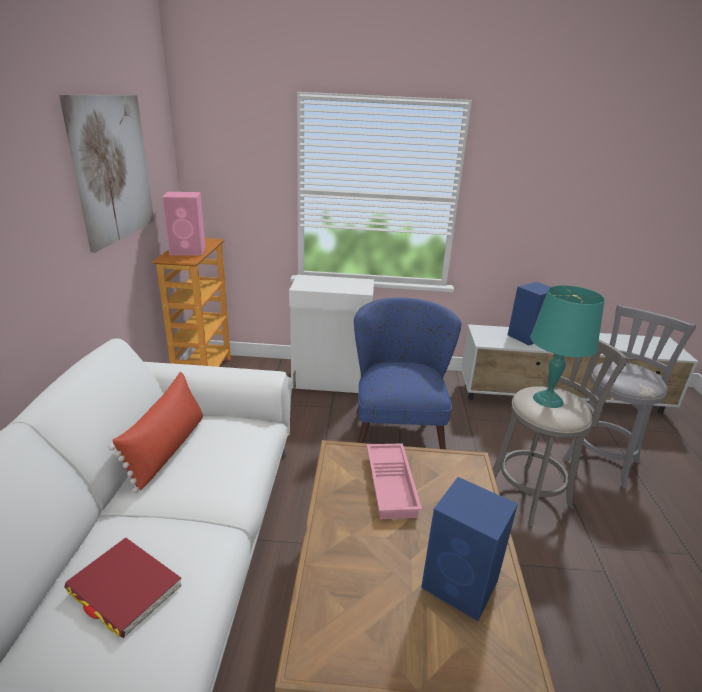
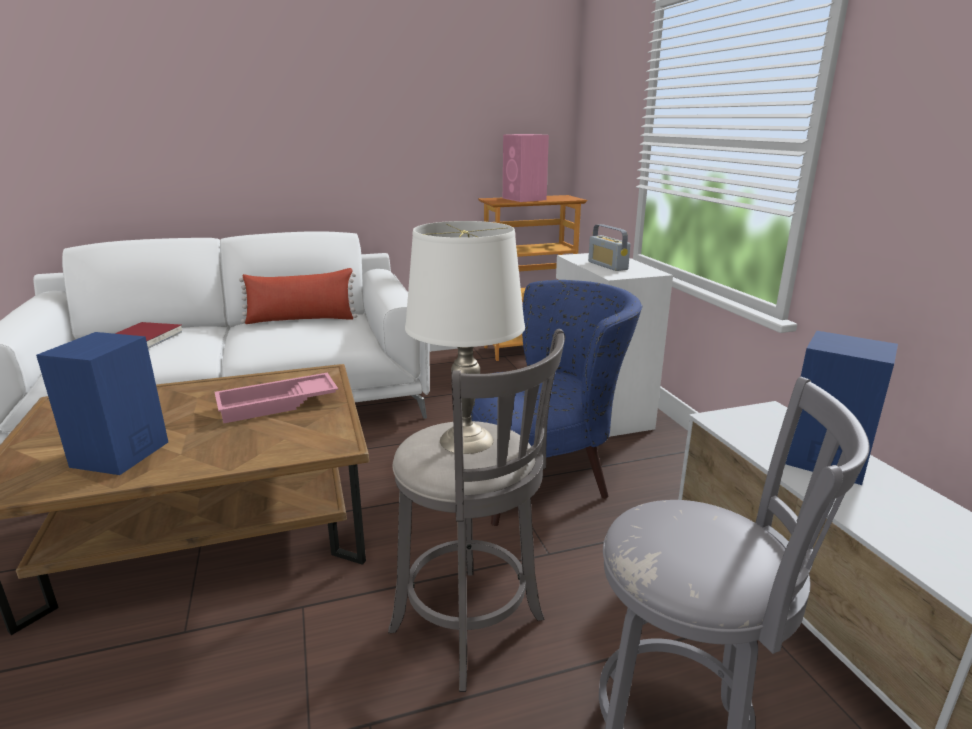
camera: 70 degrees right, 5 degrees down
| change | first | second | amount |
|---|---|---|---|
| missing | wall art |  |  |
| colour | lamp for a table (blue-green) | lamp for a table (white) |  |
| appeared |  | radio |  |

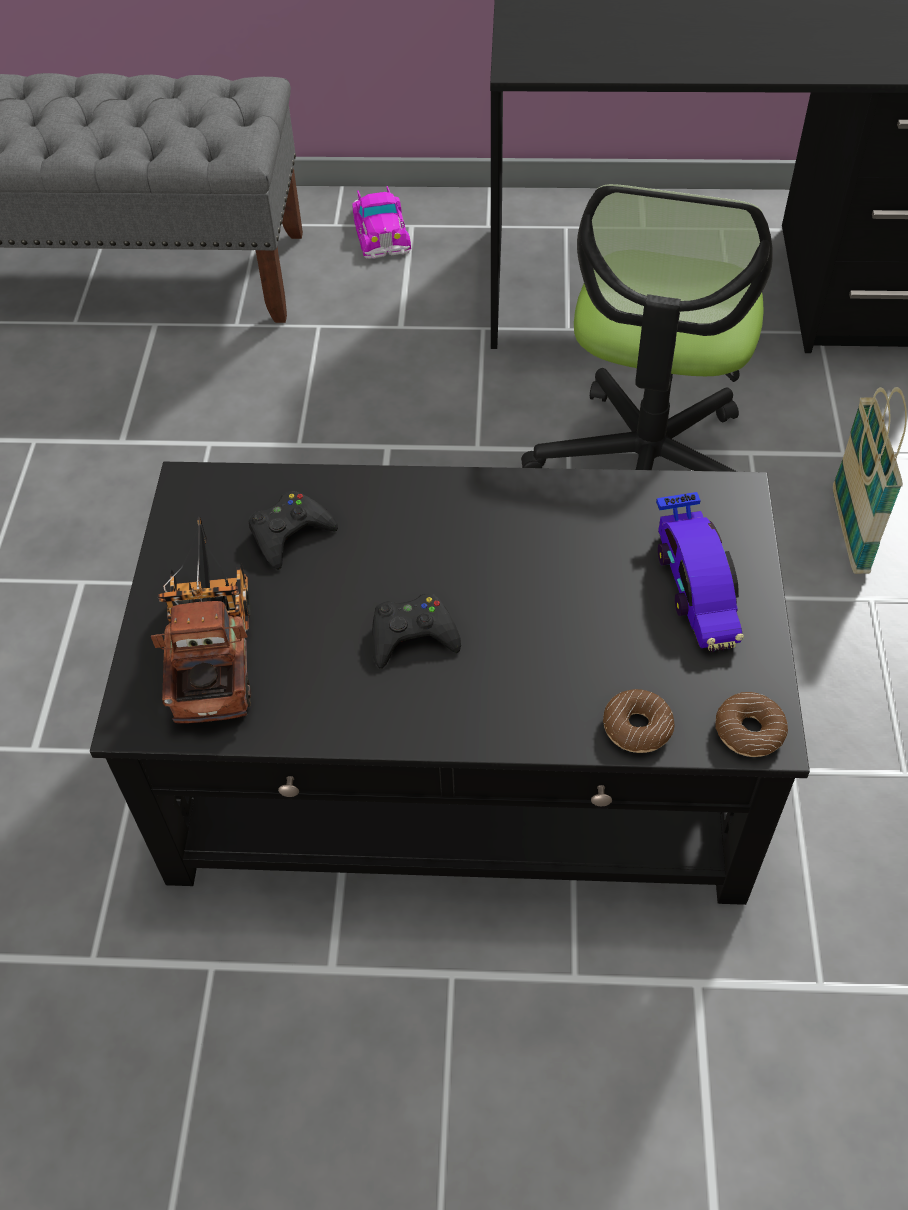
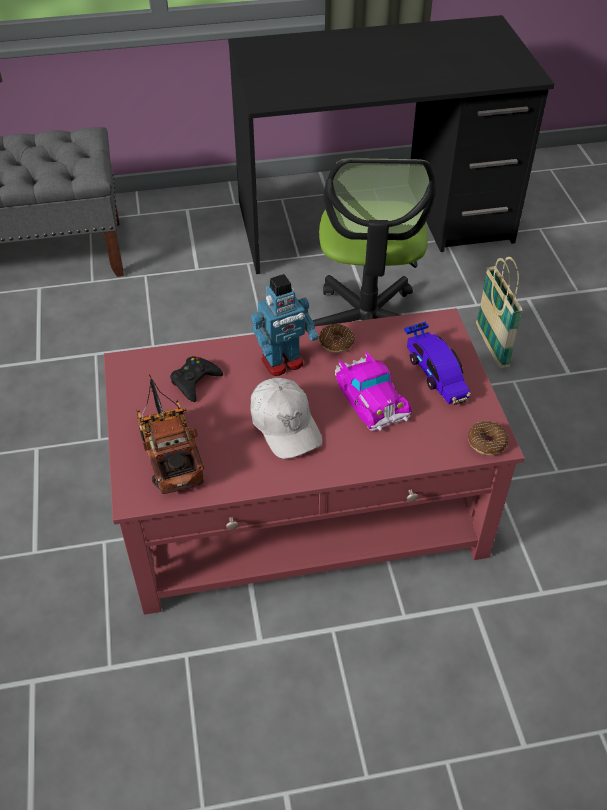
camera: 15 degrees left, 5 degrees down
| change | first | second | amount |
|---|---|---|---|
| colour | coffee table (black) | coffee table (red-coloured) |  |
| relocated | model car (no. 1 from left) |  |  |
| exchanged | joypad (black) (no. 2 from left) | baseball cap (white) |  |
| relocated | doughnut (no. 1 from left) |  |  |
| appeared |  | robot figure |  |

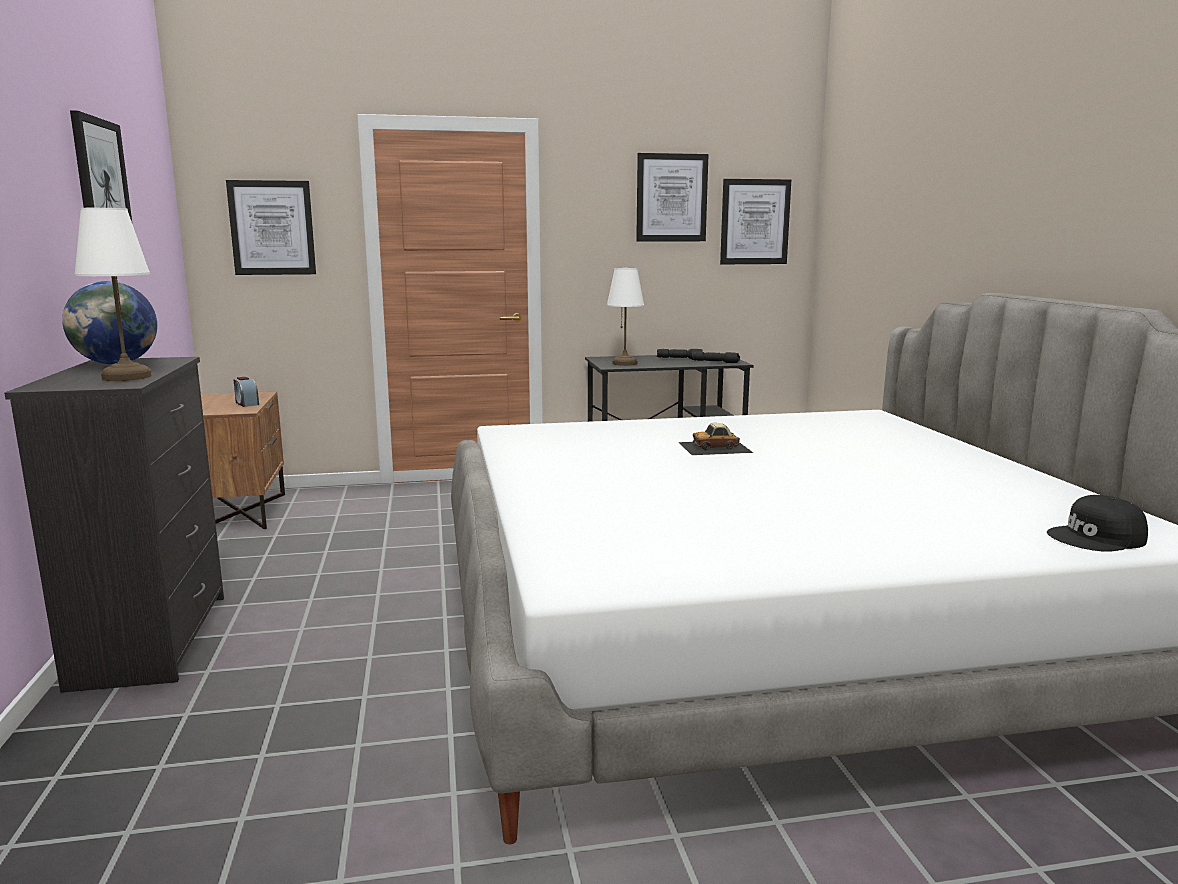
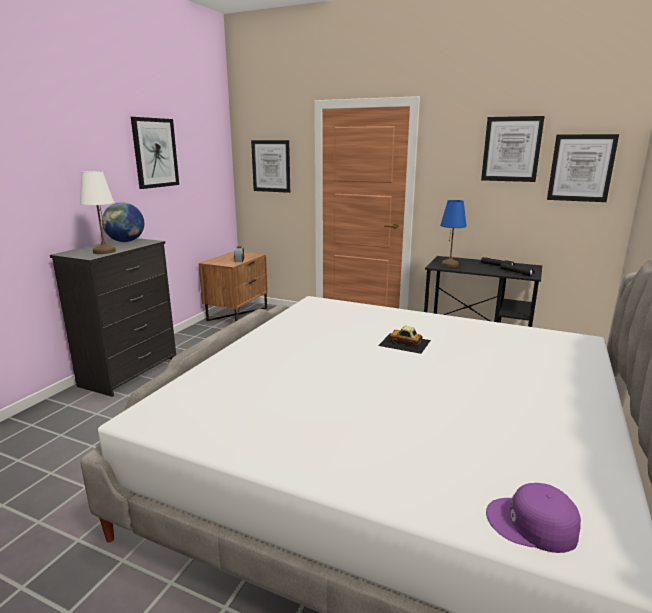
camera: 35 degrees right, 5 degrees up
| change | first | second | amount |
|---|---|---|---|
| colour | lamp for a table (white) (no. 2 from left) | lamp for a table (blue-coloured) |  |
| colour | baseball cap (black) | baseball cap (purple) |  |

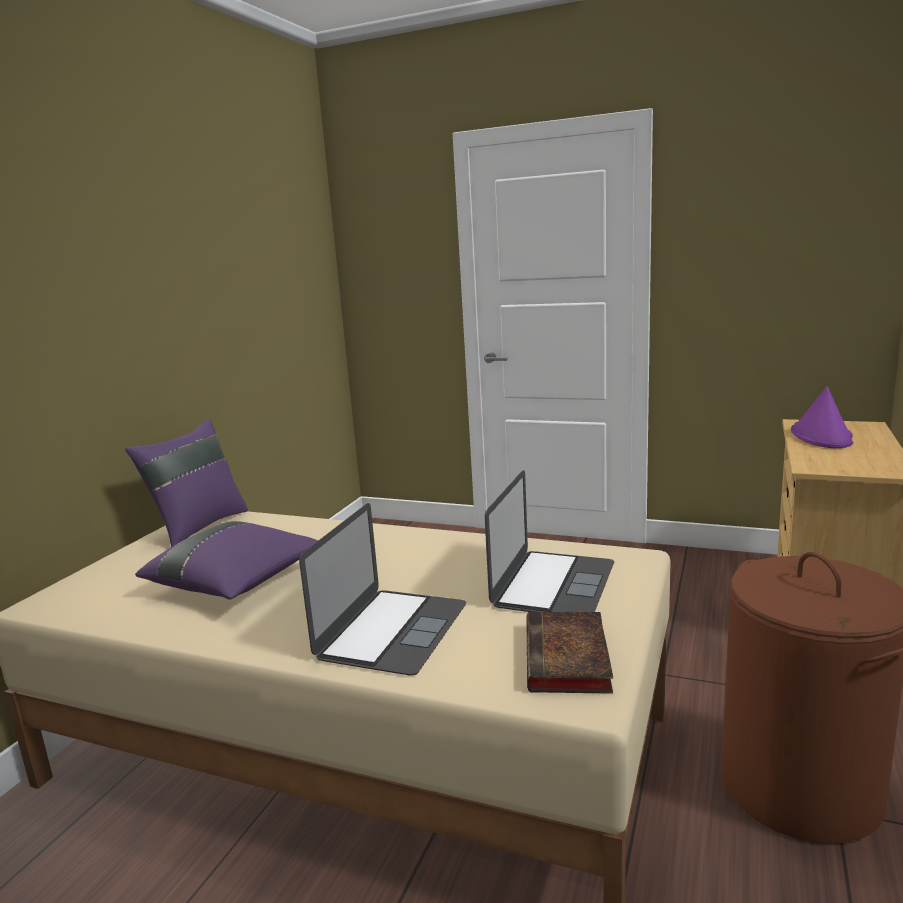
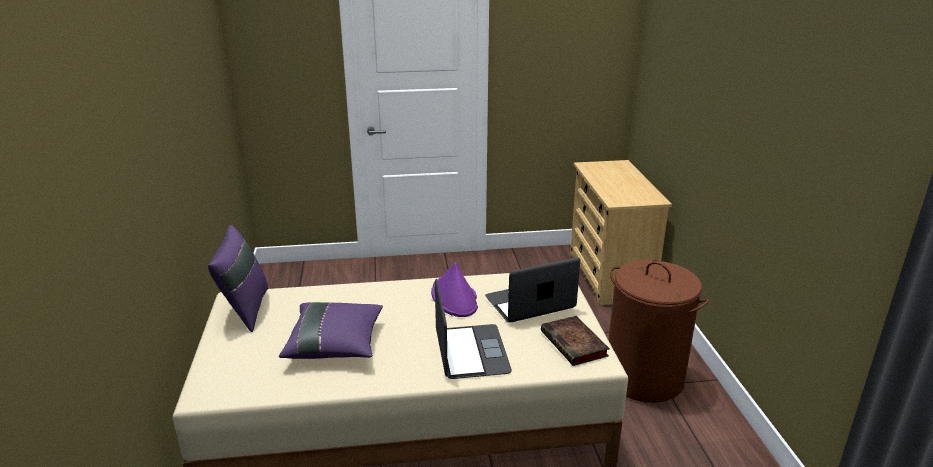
camera: 30 degrees left, 10 degrees up
| change | first | second | amount |
|---|---|---|---|
| spun | laptop (no. 2 from left) |  | 105 degrees counterclockwise |
| relocated | wearable hat (purple) |  |  |

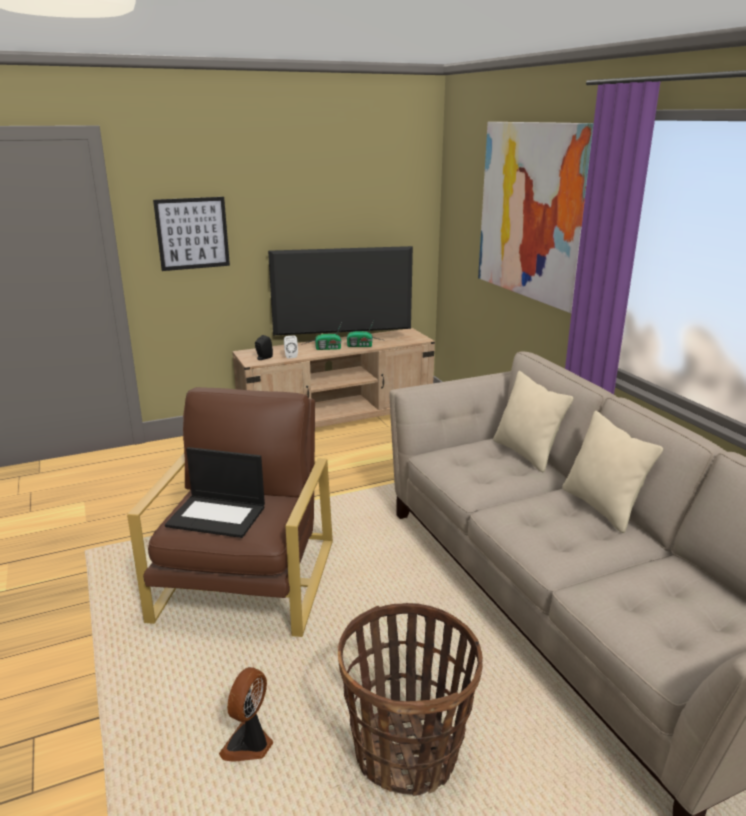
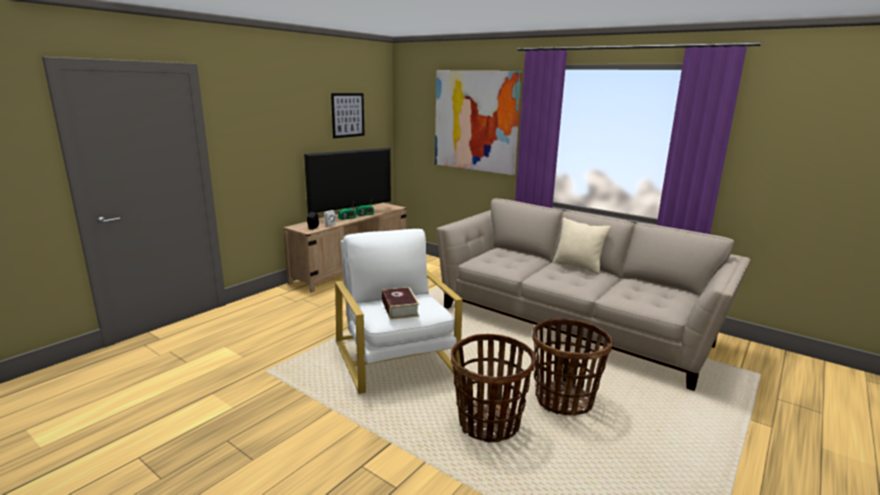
camera: 30 degrees left, 5 degrees down
| change | first | second | amount |
|---|---|---|---|
| colour | easy chair (brown-coloured) | easy chair (white) |  |
| relocated | wall art (no. 1 from left) |  |  |
| exchanged | laptop | volume |  |
| exchanged | electric fan | household basket (no. 1 from left) |  |
| missing | pillow (sand-coloured) (no. 1 from left) |  |  |

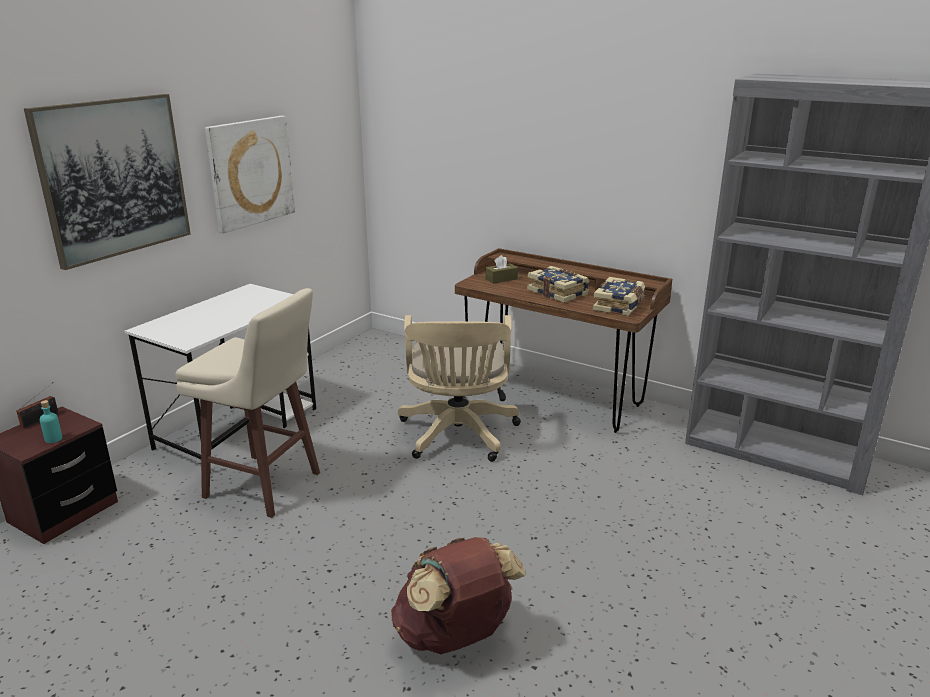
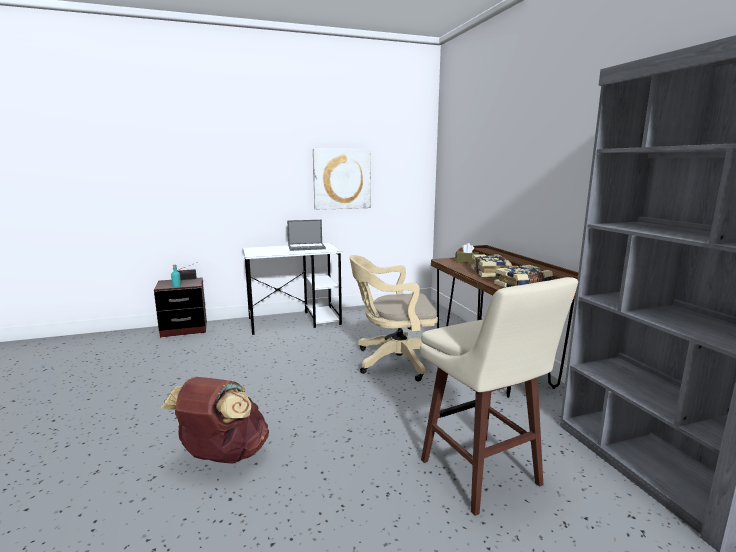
camera: 40 degrees right, 10 degrees down
| change | first | second | amount |
|---|---|---|---|
| missing | wall art (no. 1 from left) |  |  |
| relocated | stool seat (sand-coloured) |  |  |
| spun | computer chair (sand-coloured) |  | 45 degrees clockwise |
| appeared |  | laptop |  |

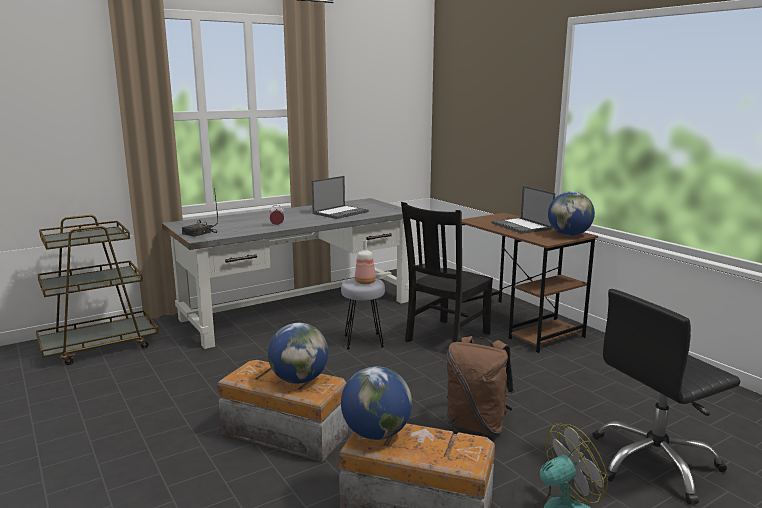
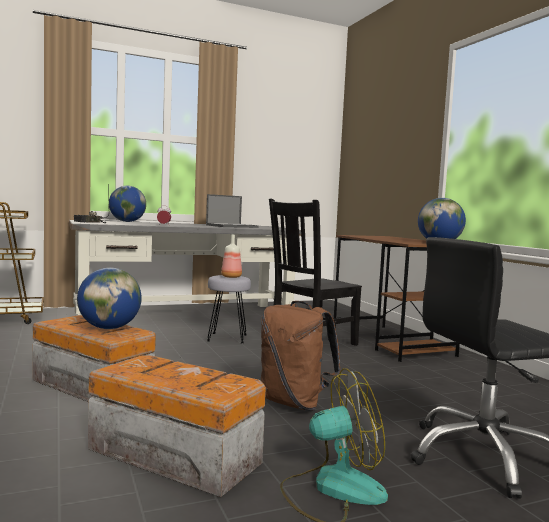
camera: 10 degrees right, 10 degrees down
| change | first | second | amount |
|---|---|---|---|
| relocated | globe (no. 2 from left) |  |  |
| missing | laptop (no. 2 from left) |  |  |

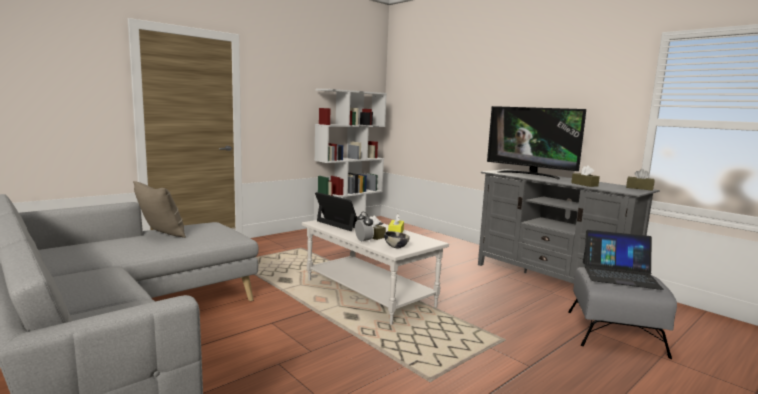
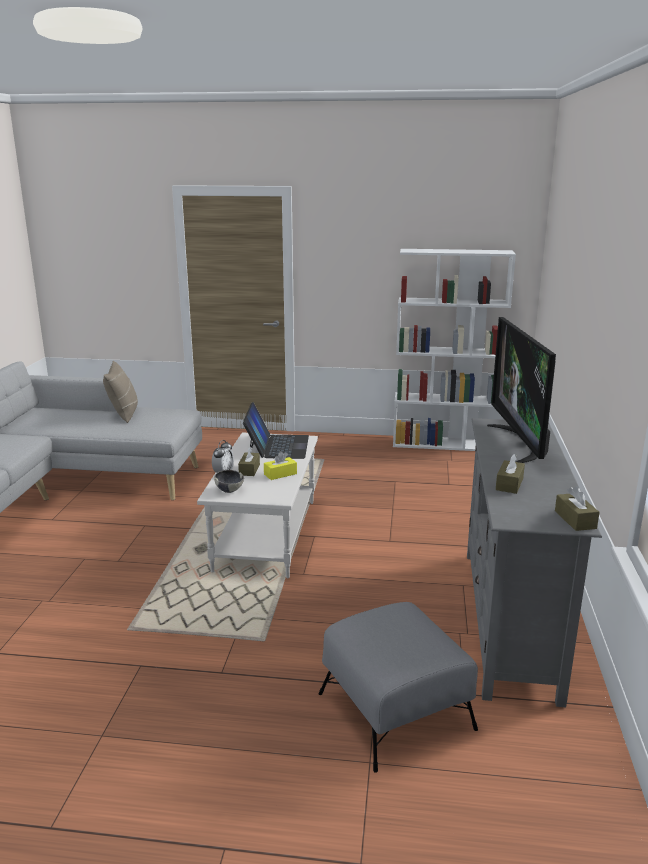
camera: 50 degrees right, 10 degrees up
| change | first | second | amount |
|---|---|---|---|
| missing | laptop (no. 2 from left) |  |  |

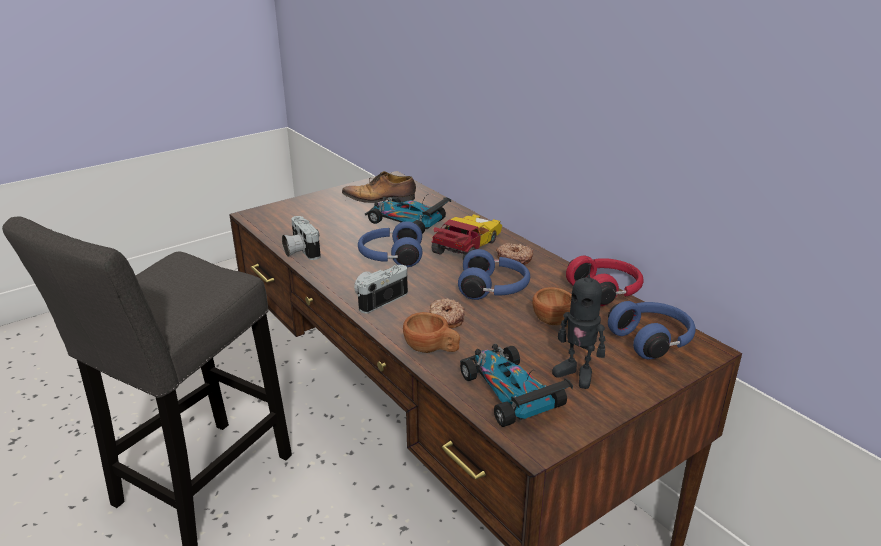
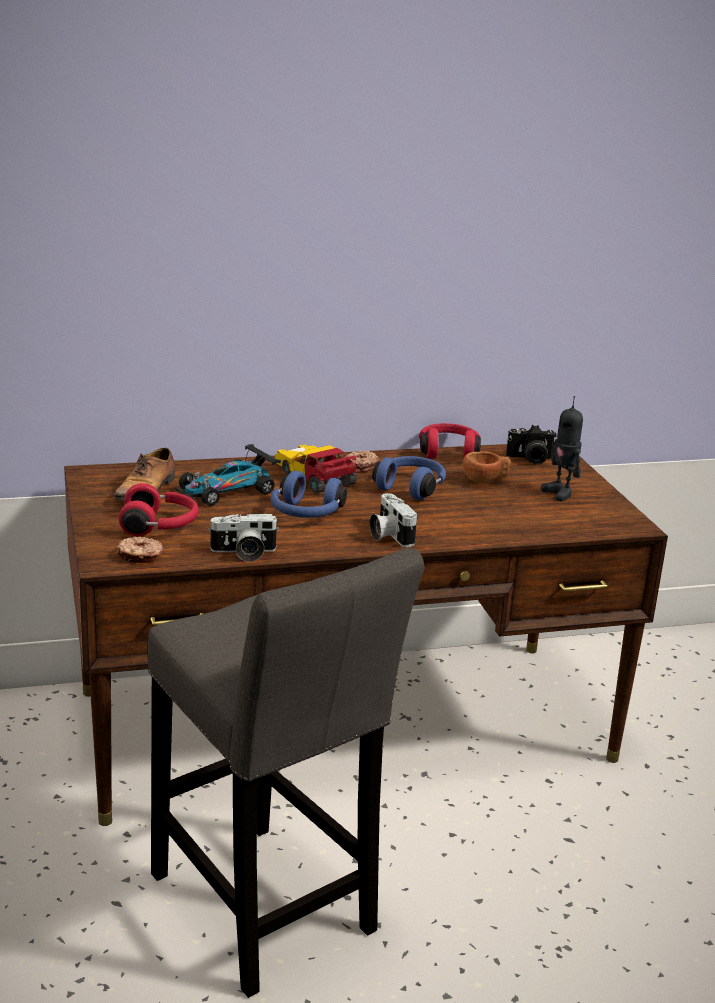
camera: 70 degrees left, 5 degrees down
| change | first | second | amount |
|---|---|---|---|
| missing | drinking cup (brown-coloured) (no. 1 from left) |  |  |
| relocated | doughnut (no. 1 from left) |  |  |
| missing | model car (no. 3 from left) |  |  |
| spun | robot figure |  | 90 degrees clockwise |
| exchanged | headset (blue-coloured) (no. 3 from left) | still camera (no. 3 from left) |  |
| appeared |  | headset (red-coloured) (no. 1 from left) |  |

